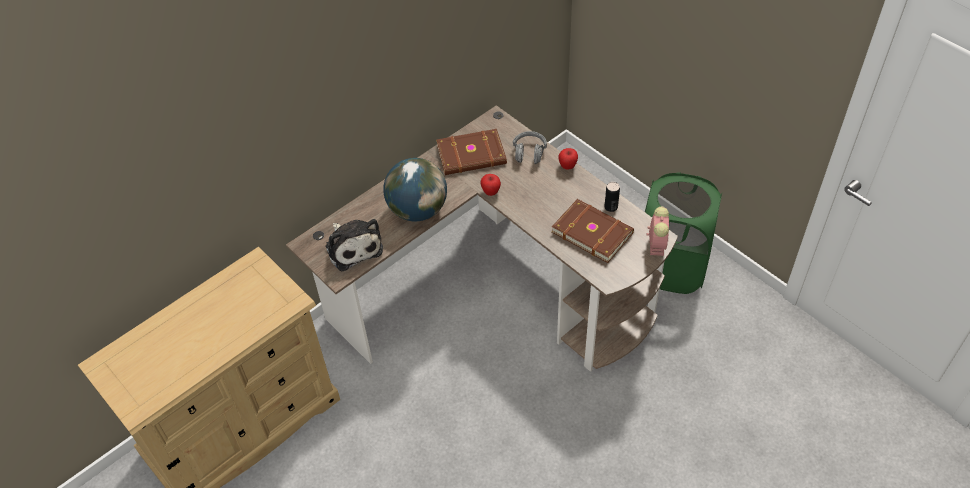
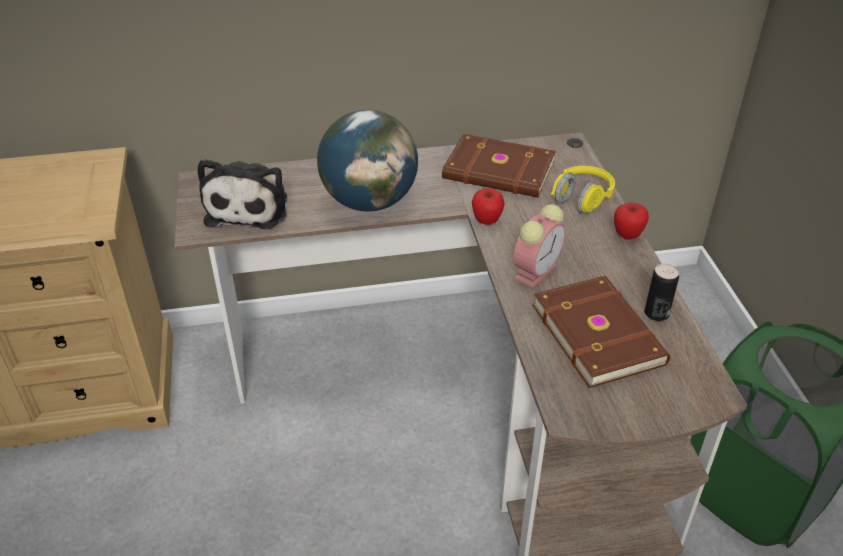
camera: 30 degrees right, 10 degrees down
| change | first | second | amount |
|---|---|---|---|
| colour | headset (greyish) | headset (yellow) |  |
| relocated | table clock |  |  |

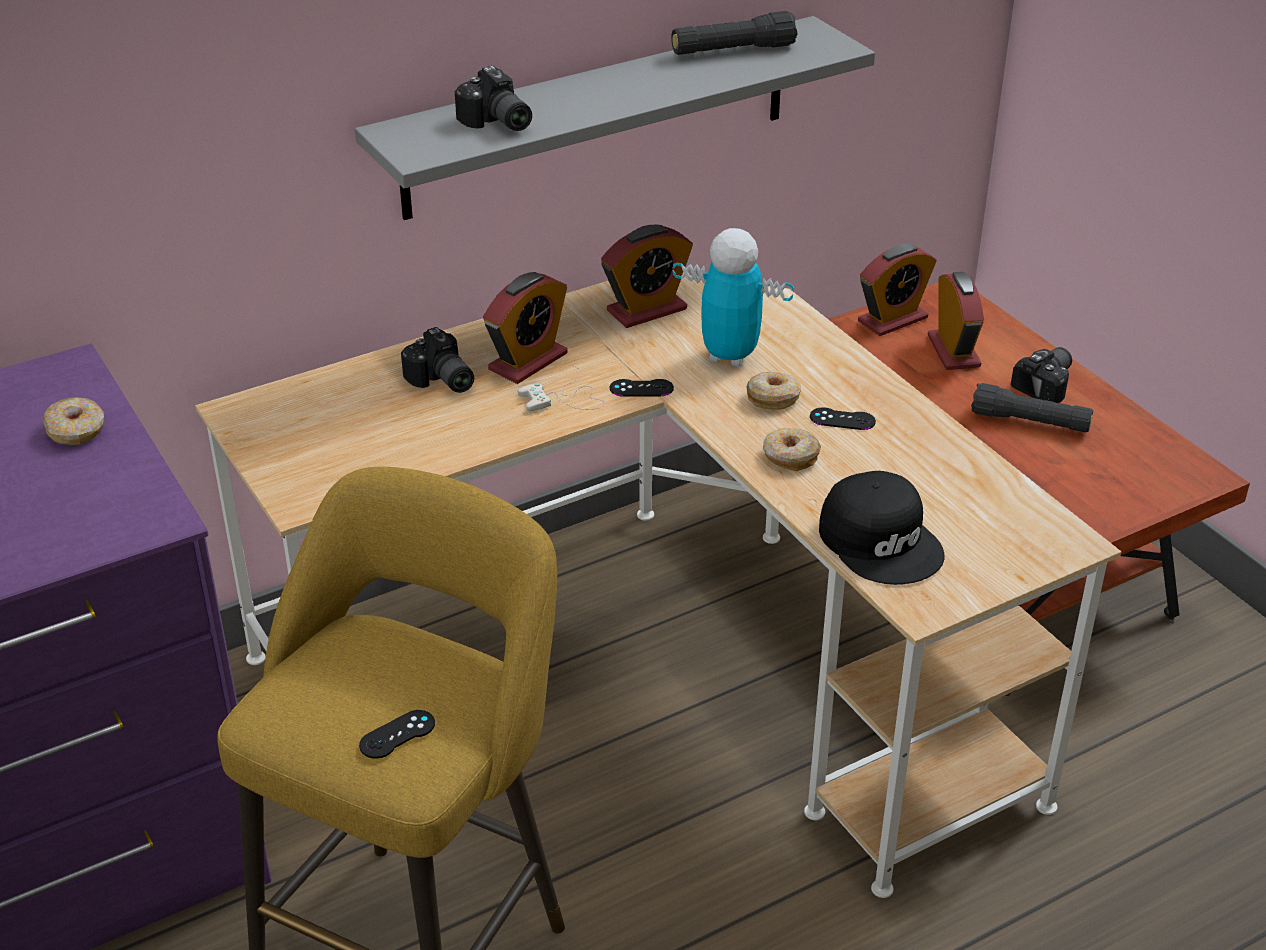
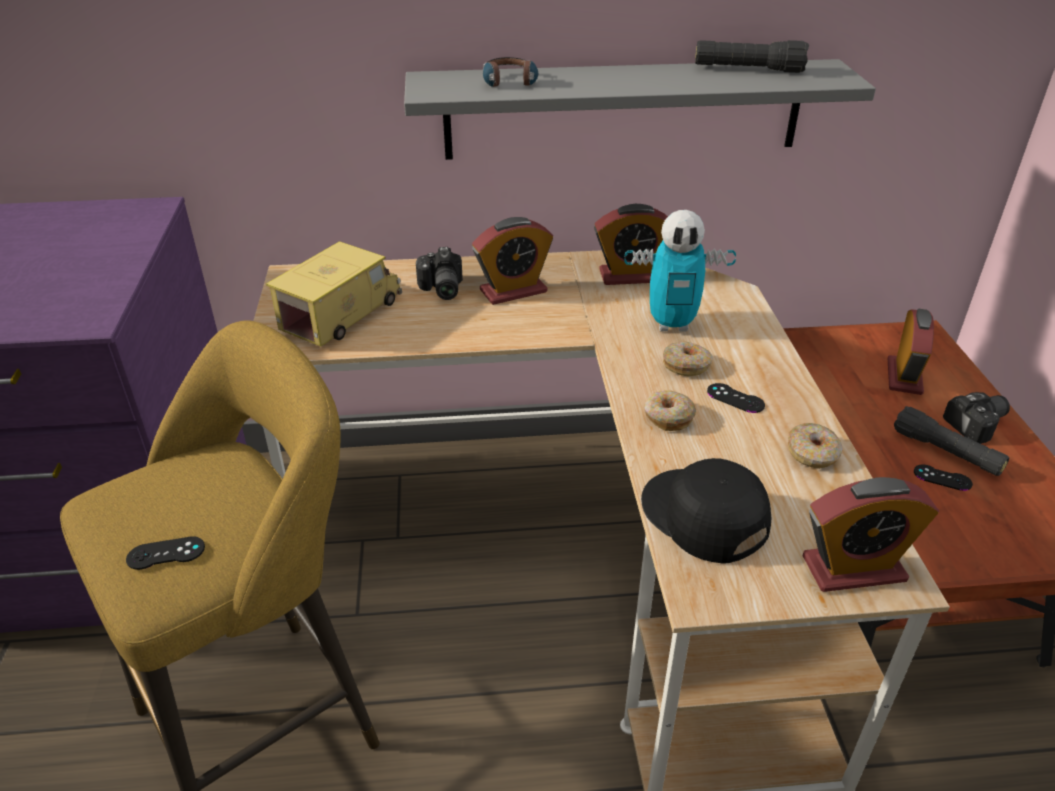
camera: 25 degrees right, 0 degrees up
| change | first | second | amount |
|---|---|---|---|
| relocated | doughnut (no. 1 from left in the first image) | doughnut (no. 3 from left) |  |
| exchanged | still camera (no. 2 from left) | headset |  |
| missing | joypad (white) |  |  |
| relocated | joypad (black) (no. 2 from left in the first image) | joypad (black) (no. 3 from left) |  |
| spun | robot figure |  | 135 degrees clockwise |
| spun | baseball cap (black) |  | 150 degrees clockwise |
| relocated | table clock (no. 3 from left) |  |  |
| appeared |  | toy truck |  |

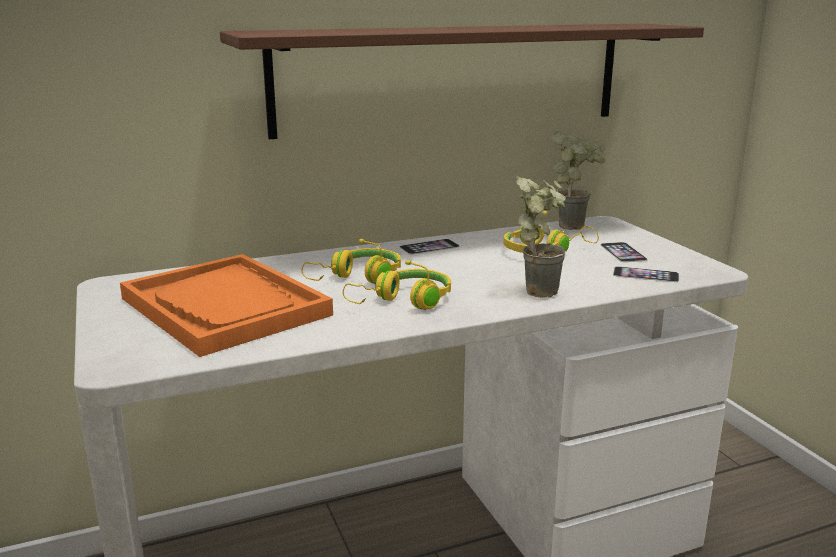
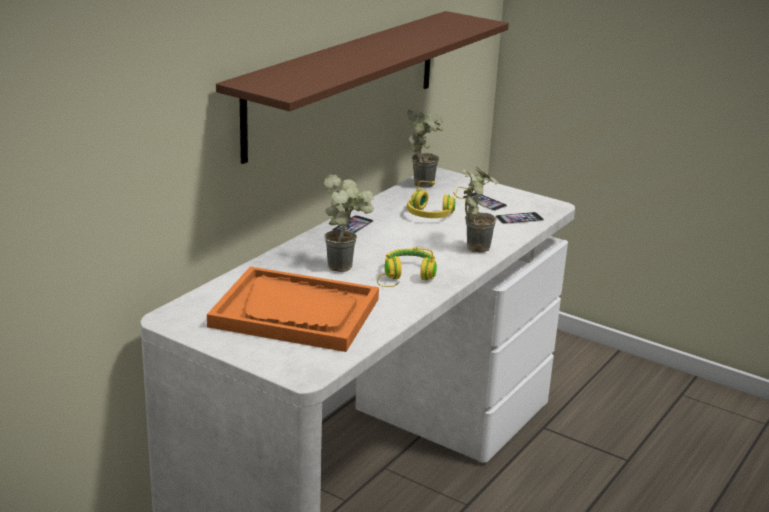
camera: 35 degrees left, 5 degrees up
| change | first | second | amount |
|---|---|---|---|
| exchanged | headset (yellow) (no. 1 from left) | potted plant (no. 1 from left) |  |

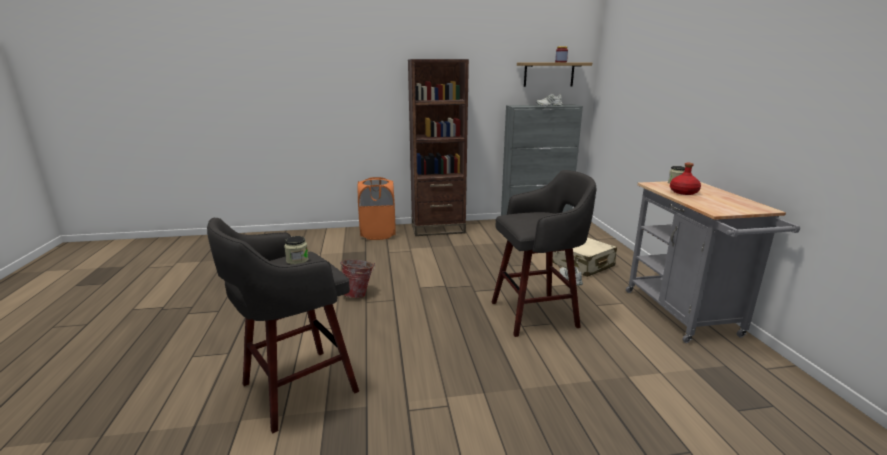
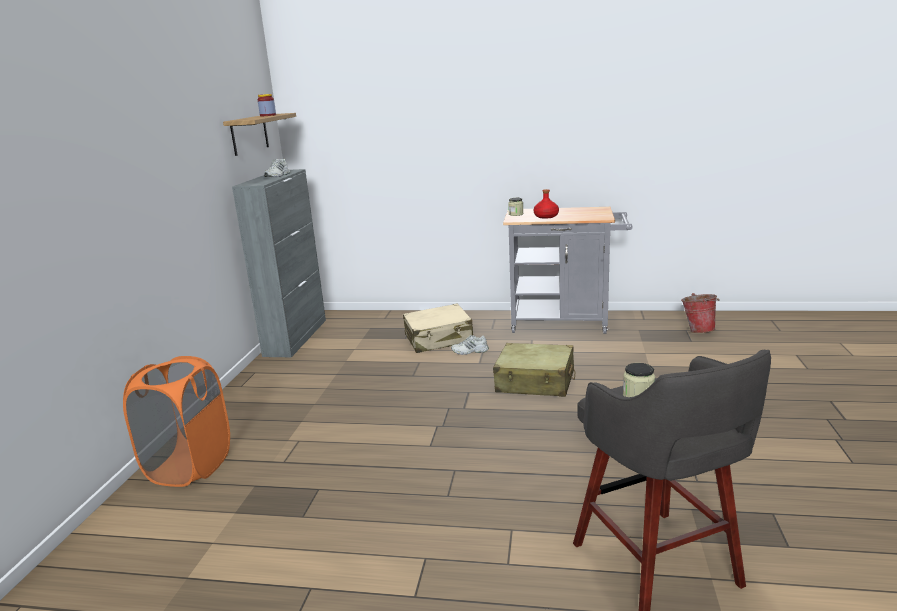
camera: 70 degrees left, 0 degrees up
| change | first | second | amount |
|---|---|---|---|
| relocated | pail |  |  |
| missing | bookcase (brown-coloured) |  |  |
| exchanged | stool seat (greyish) (no. 2 from left) | suitcase (sand-coloured) (no. 2 from left) |  |

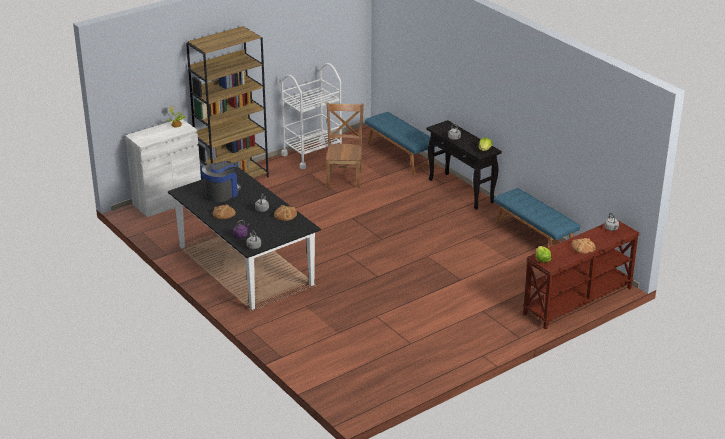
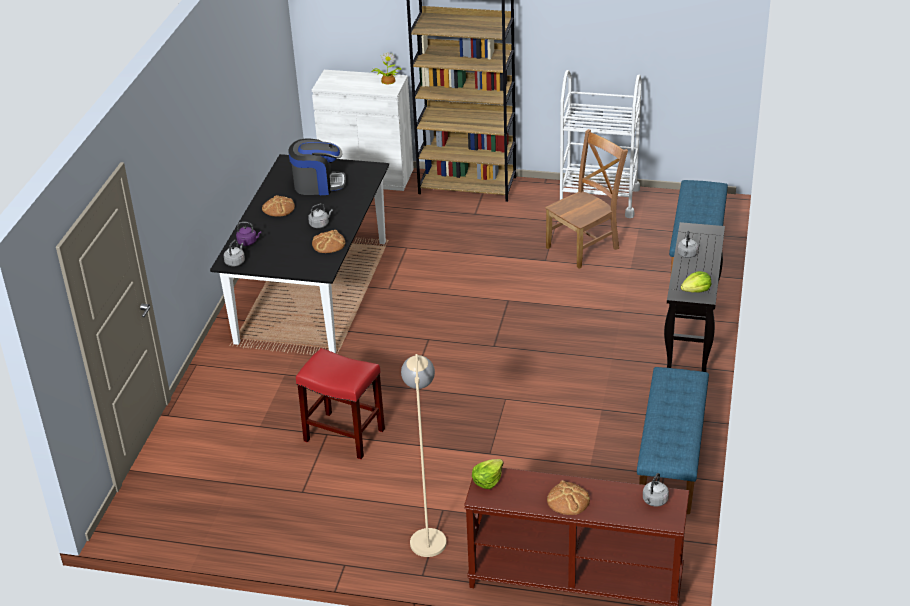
camera: 50 degrees right, 5 degrees up
| change | first | second | amount |
|---|---|---|---|
| appeared |  | stool seat (red-coloured) |  |
| appeared |  | standard lamp (sand-coloured) |  |

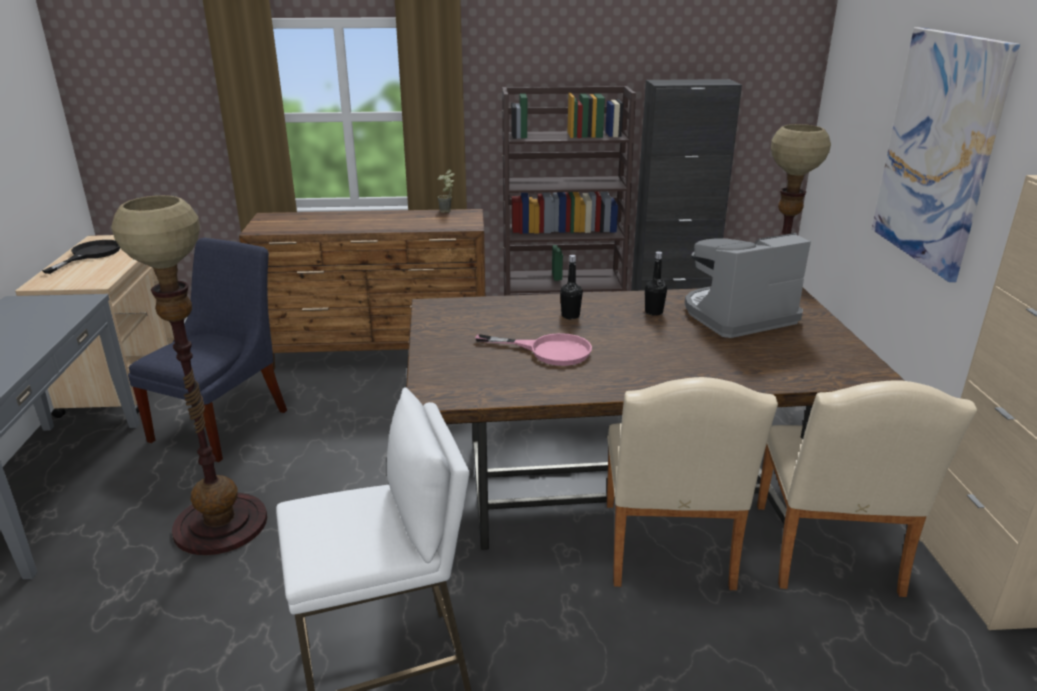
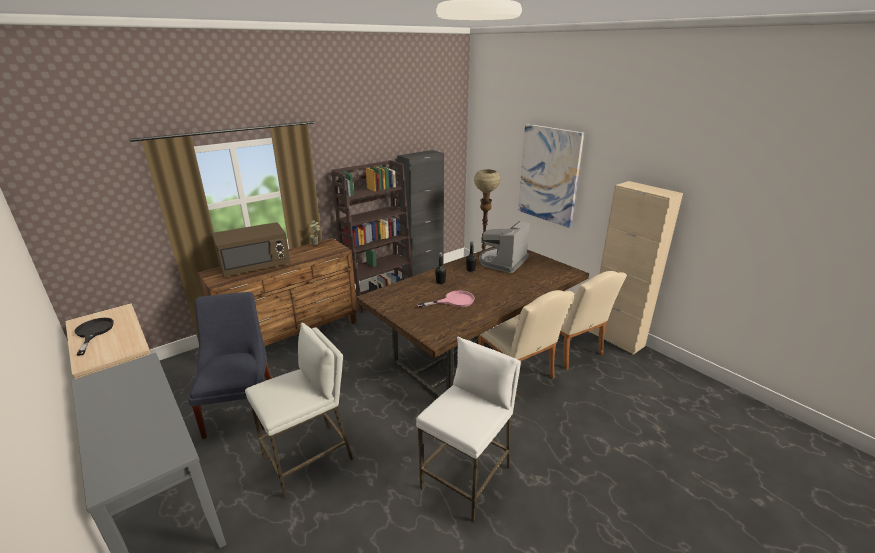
camera: 35 degrees left, 0 degrees up
| change | first | second | amount |
|---|---|---|---|
| exchanged | standard lamp (no. 1 from left) | stool seat (white) (no. 1 from left) |  |
| appeared |  | microwave (brown-coloured) |  |

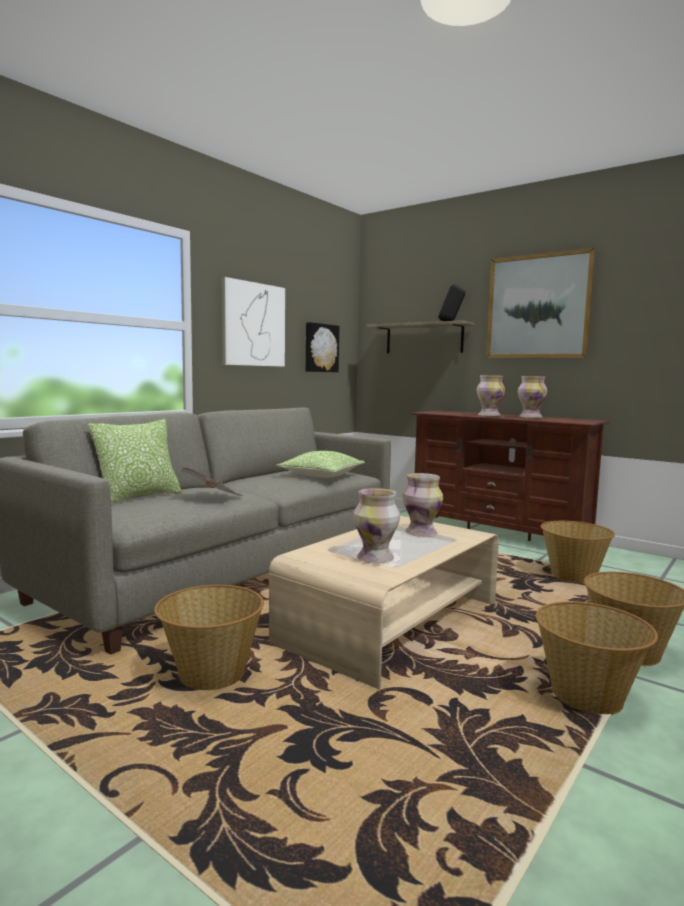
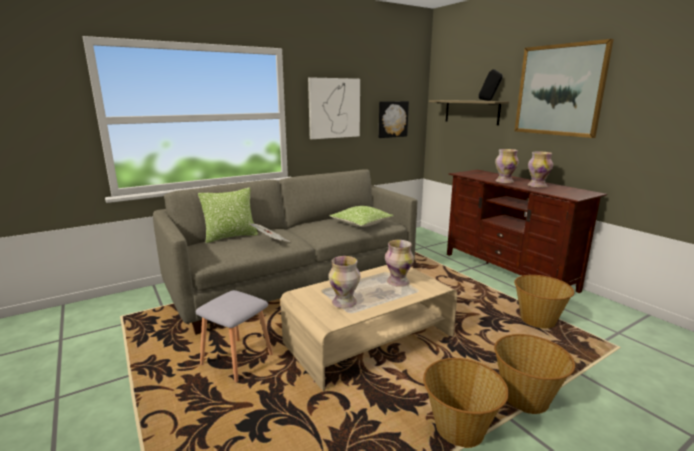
camera: 20 degrees right, 10 degrees up
| change | first | second | amount |
|---|---|---|---|
| exchanged | household basket (no. 1 from left) | stool seat (greyish) |  |

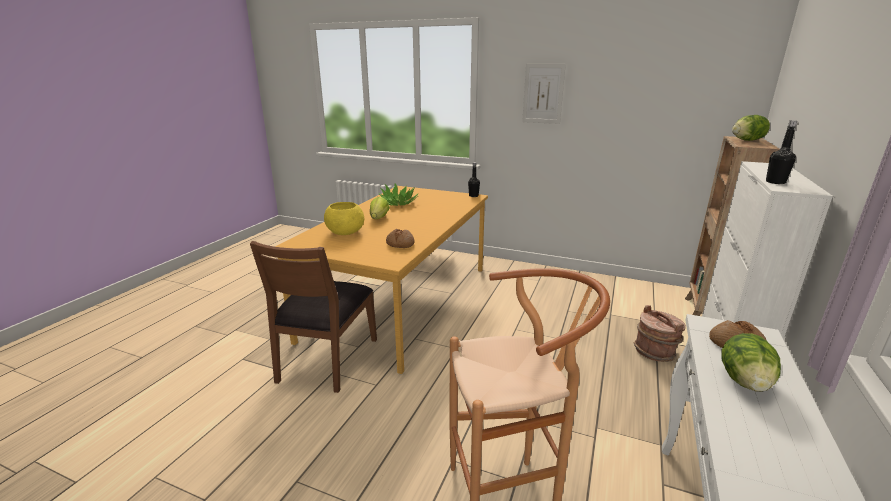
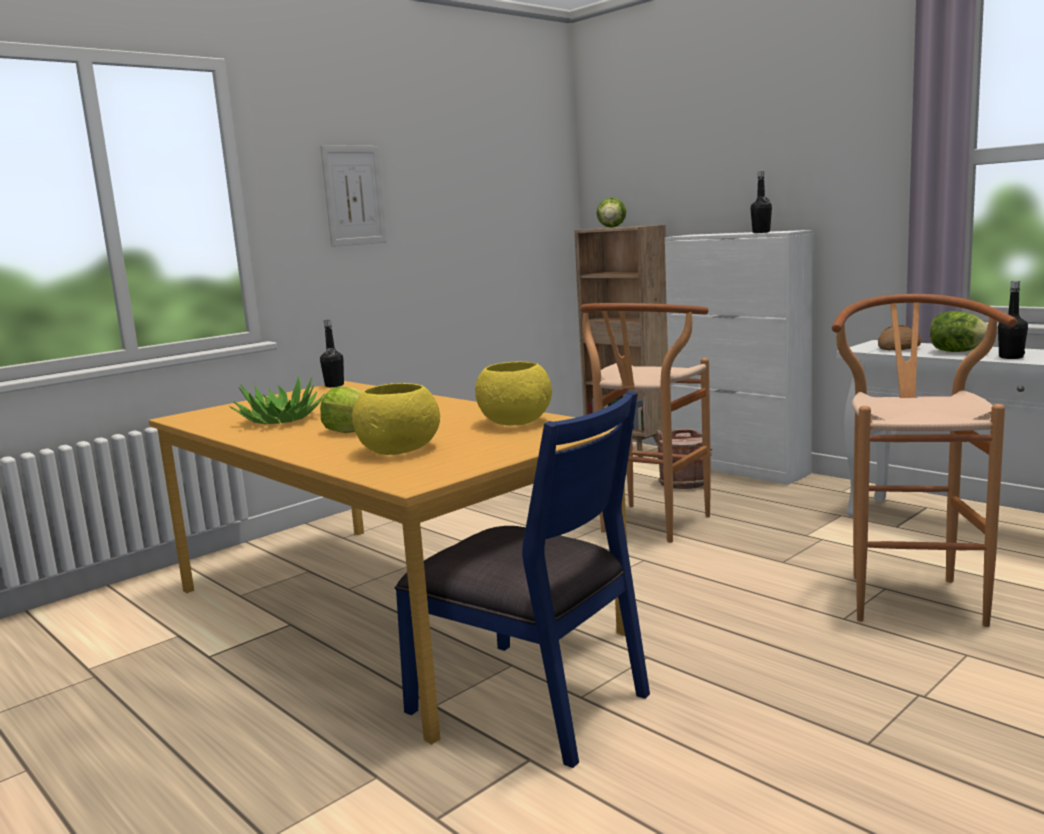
camera: 65 degrees left, 10 degrees down
| change | first | second | amount |
|---|---|---|---|
| colour | upright chair (brown-coloured) | upright chair (blue-coloured) |  |
| exchanged | bakery bread (no. 1 from left) | bowl (yellow) (no. 2 from left) |  |
| appeared |  | stool seat (brown-coloured) (no. 1 from left) |  |
| appeared |  | drink bottle (black) (no. 3 from left) |  |

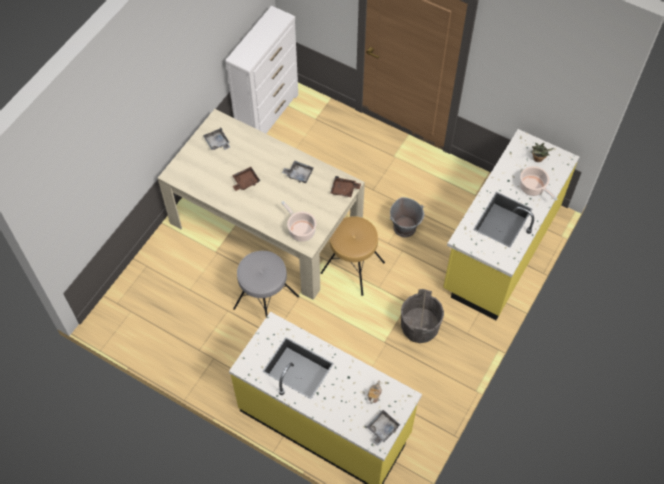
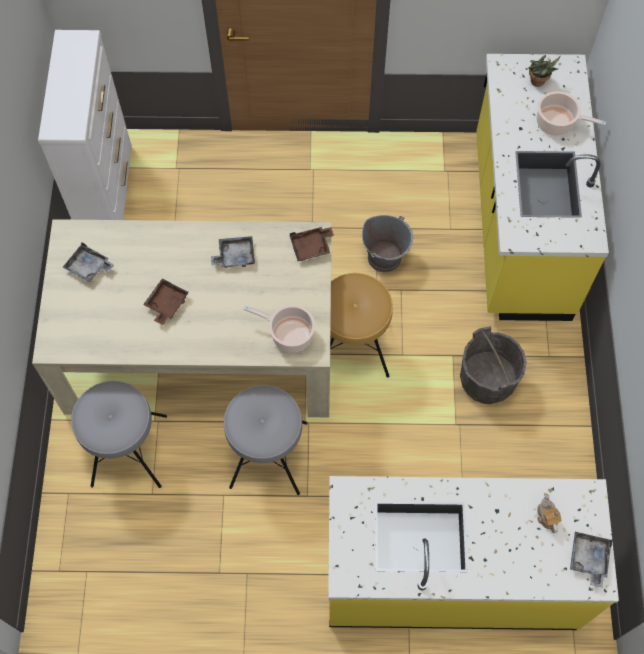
camera: 30 degrees left, 5 degrees up
| change | first | second | amount |
|---|---|---|---|
| appeared |  | stool seat (greyish) (no. 1 from left) |  |

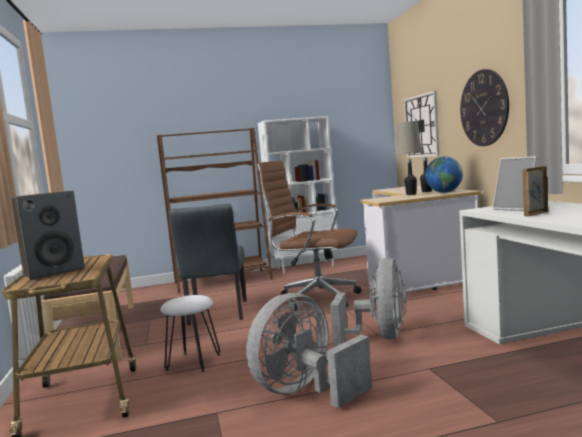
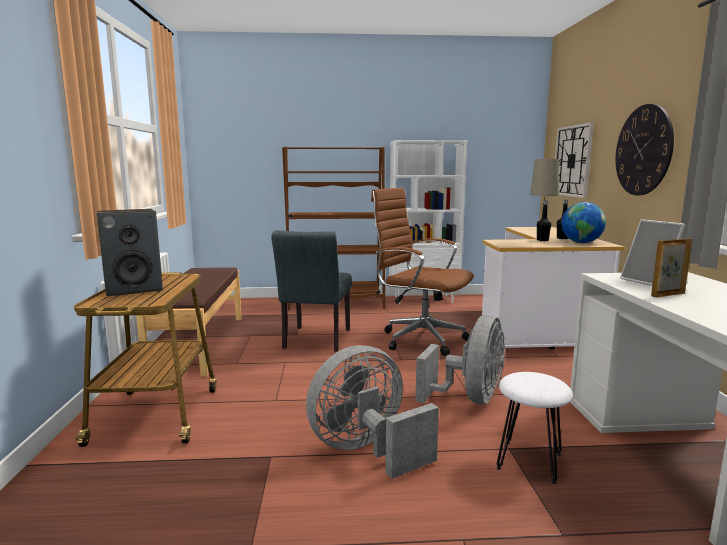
camera: 10 degrees right, 5 degrees up
| change | first | second | amount |
|---|---|---|---|
| relocated | stool seat (white) |  |  |

